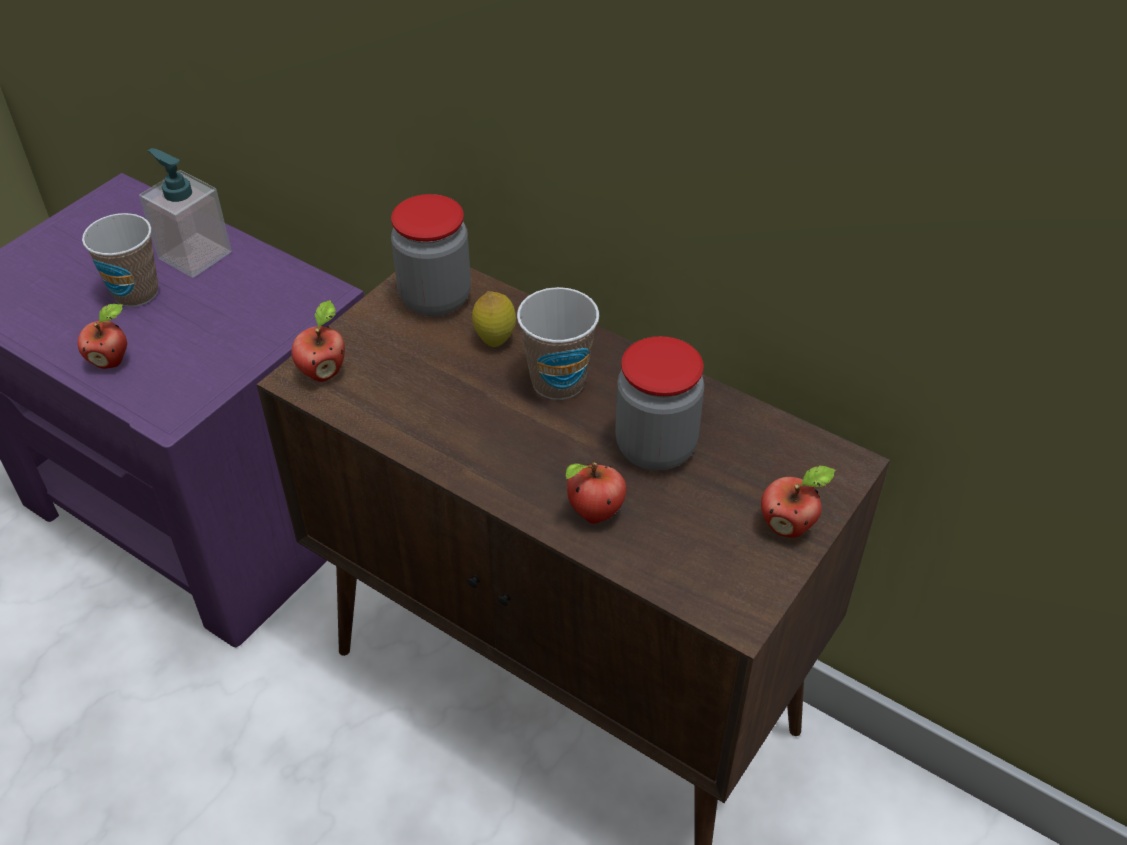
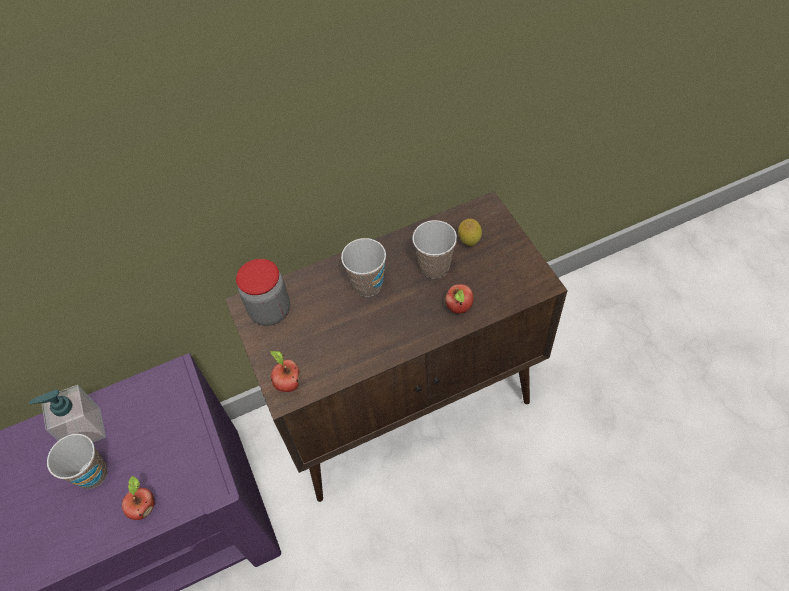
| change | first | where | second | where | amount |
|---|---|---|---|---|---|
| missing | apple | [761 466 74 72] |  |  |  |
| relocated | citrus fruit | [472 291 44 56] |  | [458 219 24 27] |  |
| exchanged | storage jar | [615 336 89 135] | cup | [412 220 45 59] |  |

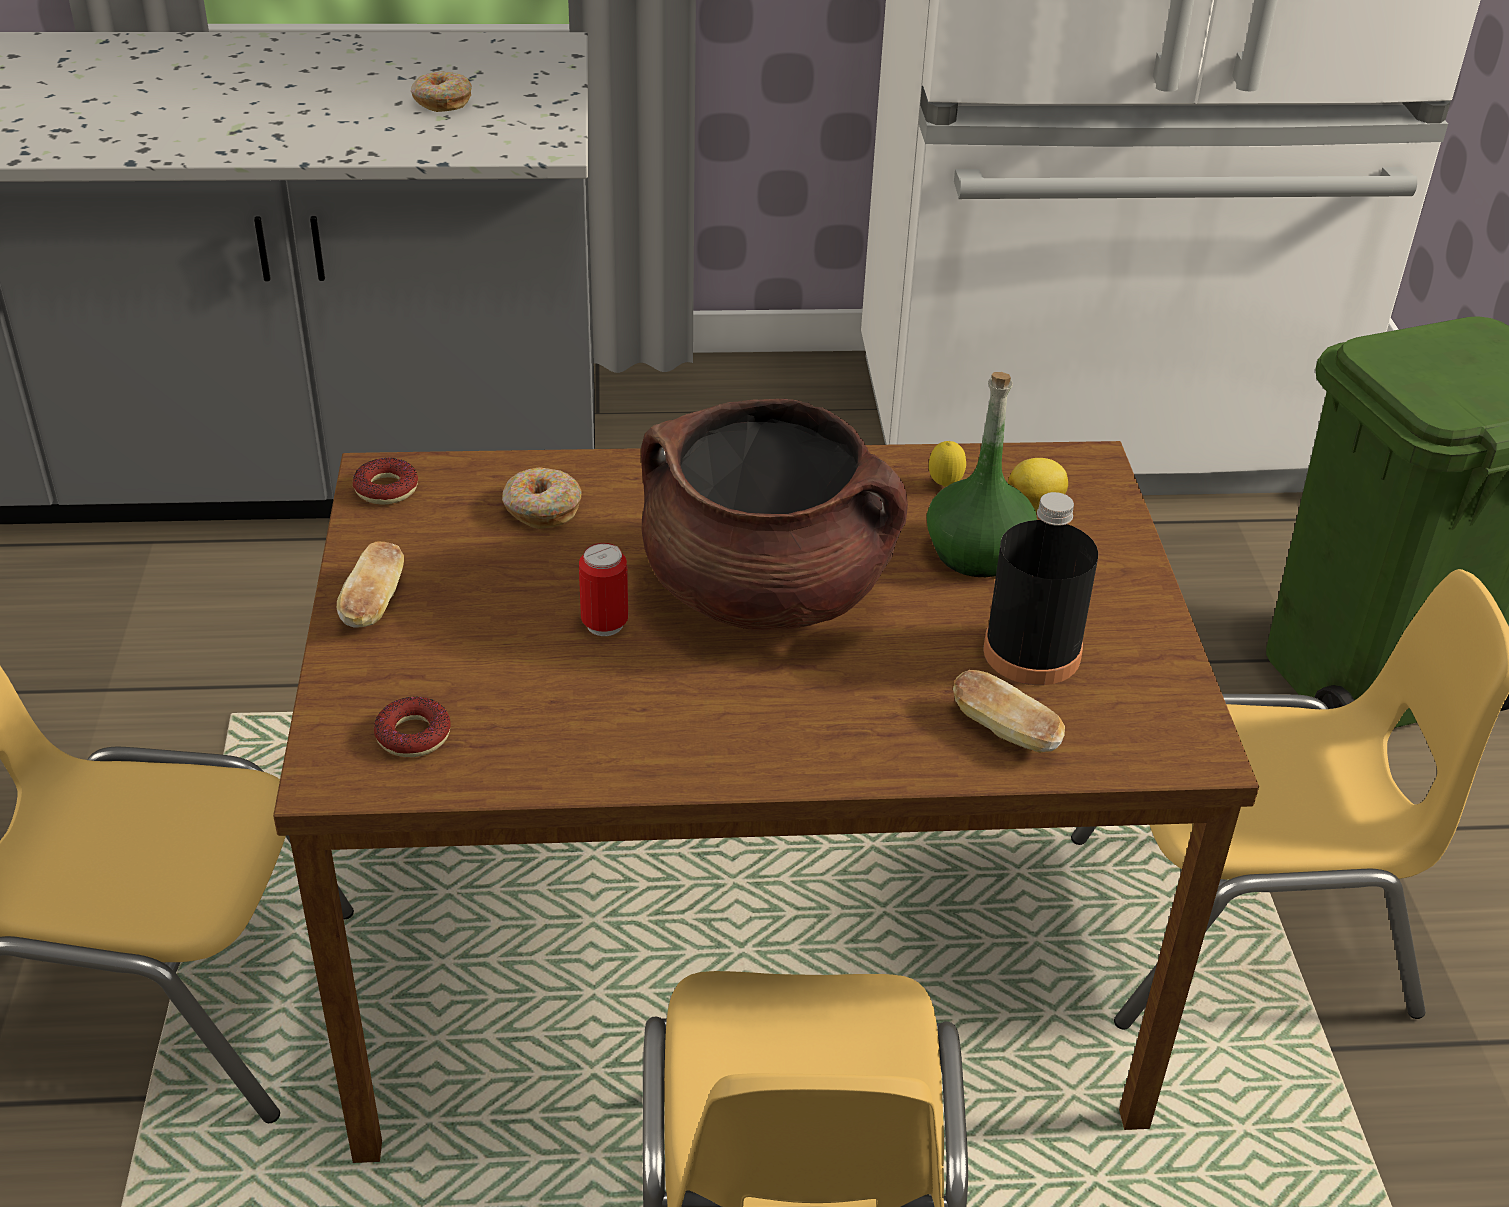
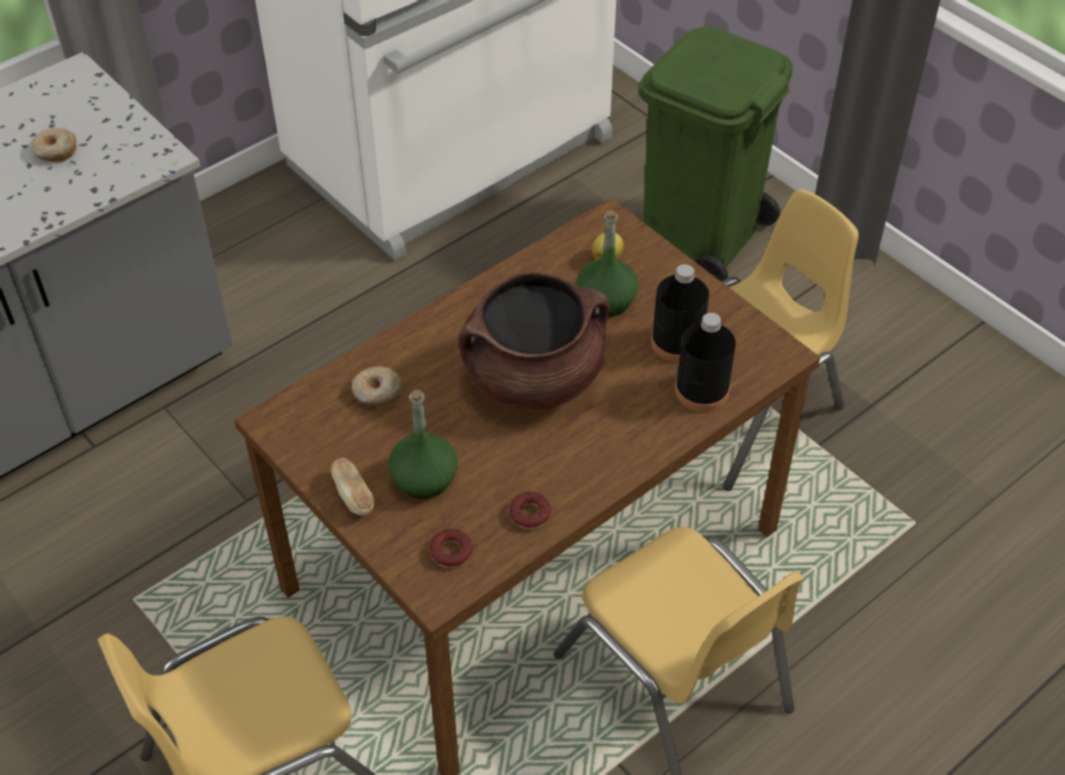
| change | first | where | second | where | amount |
|---|---|---|---|---|---|
| missing | metal can | [579 543 49 93] |  |  |  |
| missing | citrus fruit | [929 441 37 46] |  |  |  |
| appeared |  |  | drink bottle (greenish) | [388 390 70 109] |  |
| relocated | donut | [353 458 65 46] |  | [509 492 42 37] |  |
| exchanged | bakery bread | [953 670 112 83] | drink bottle (black) | [675 313 61 99] |  |

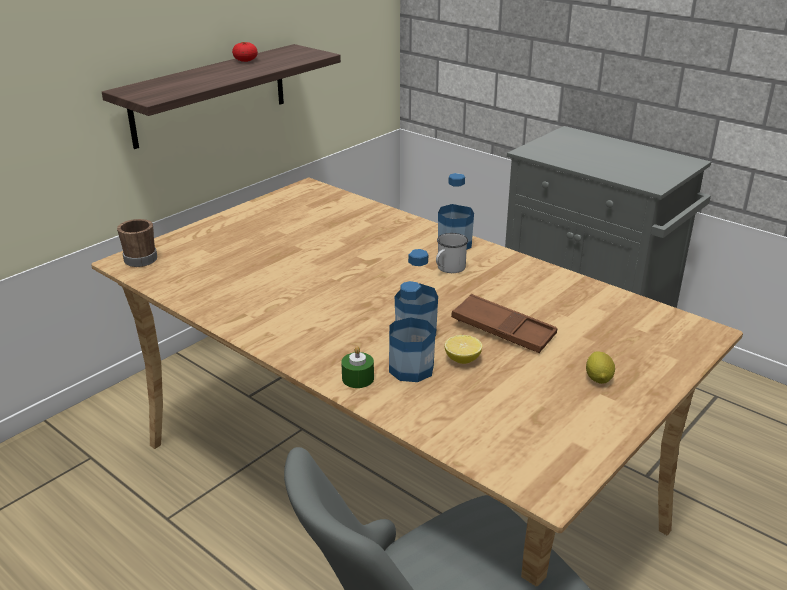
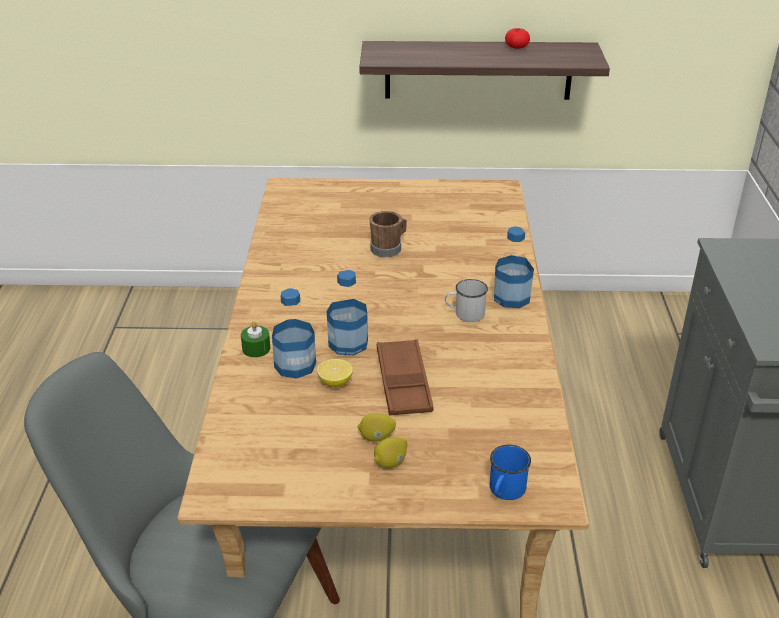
| change | first | where | second | where | amount |
|---|---|---|---|---|---|
| appeared |  |  | citrus fruit | [358 413 38 29] |  |
| appeared |  |  | mug (blue) | [490 445 41 55] |  |
| relocated | mug (brown) | [117 219 40 48] |  | [369 211 38 46] |  |

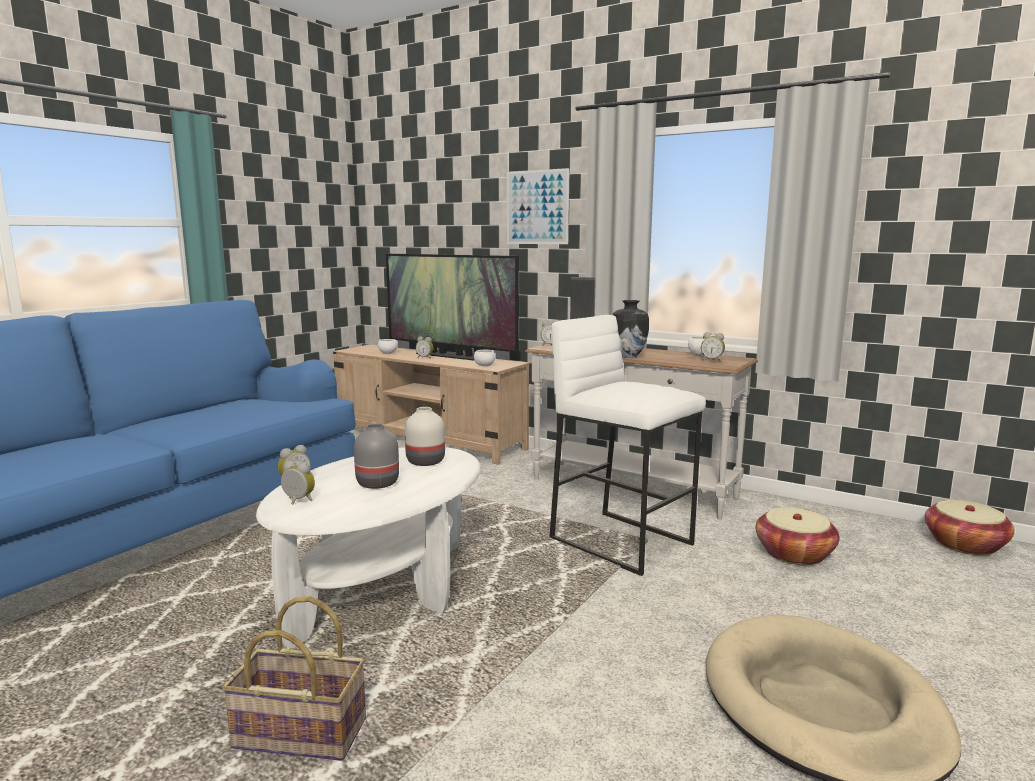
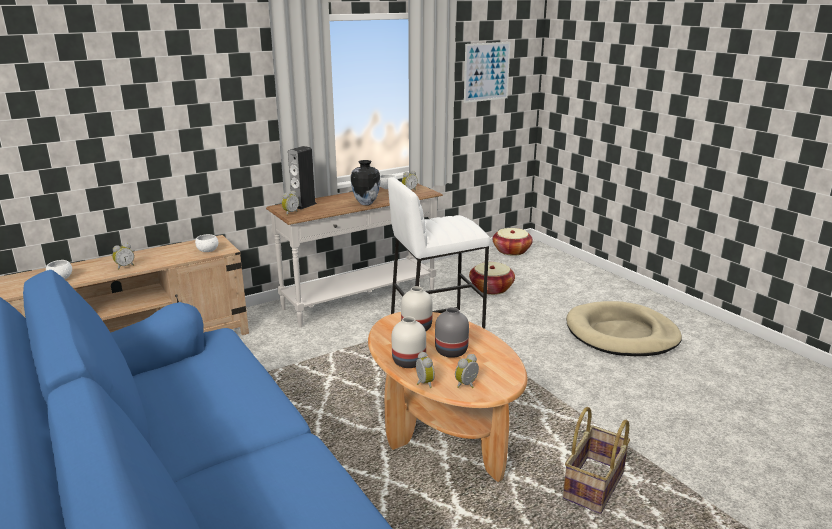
| change | first | where | second | where | amount |
|---|---|---|---|---|---|
| missing | TV | [386 254 133 107] |  |  |  |
| appeared |  |  | decorative vase (whitish) | [392 317 34 51] |  |
| relocated | picture | [507 168 63 76] |  | [464 42 46 61] |  |
| colour | coffee table (whitish) | [256 447 225 202] | coffee table (brown) | [368 312 159 170] |  |

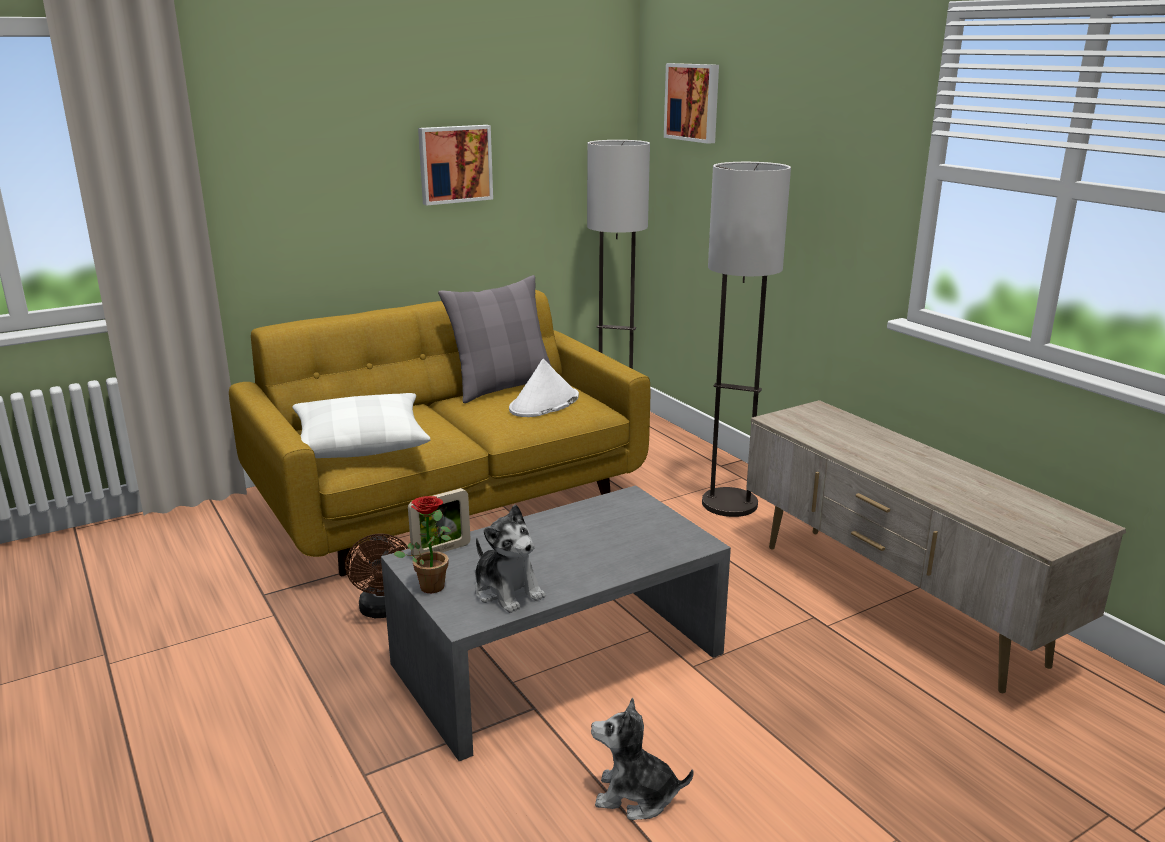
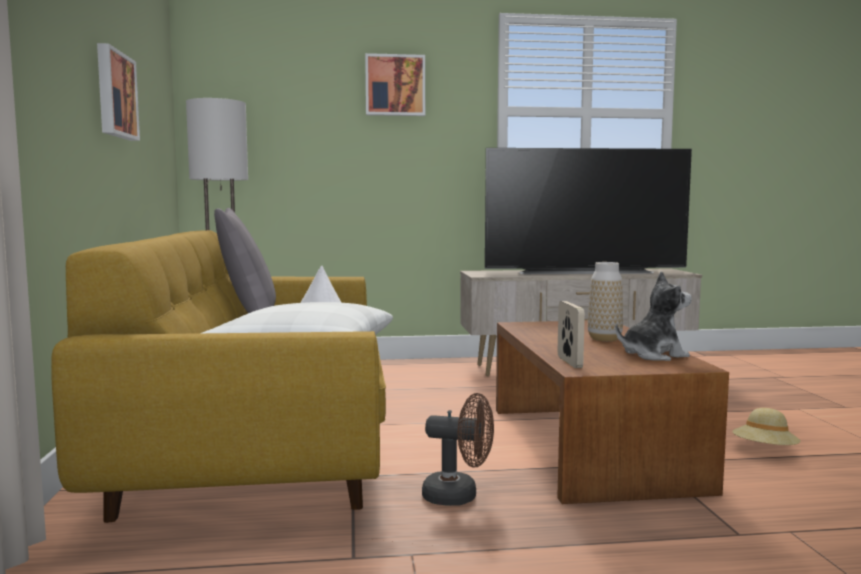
| change | first | where | second | where | amount |
|---|---|---|---|---|---|
| missing | houseplant | [394 496 57 97] |  |  |  |
| missing | floor lamp | [702 162 89 355] |  |  |  |
| appeared |  |  | TV | [485 148 207 126] |  |
| appeared |  |  | decorative vase | [588 262 35 79] |  |
| relocated | picture | [664 63 55 81] |  | [365 53 60 63] |  |
| exchanged | soft toy | [591 698 102 122] | hat (beige-coloured) | [733 408 68 37] |  |
| colour | coffee table (greyish) | [381 485 350 276] | coffee table (brown) | [496 321 233 183] |  |

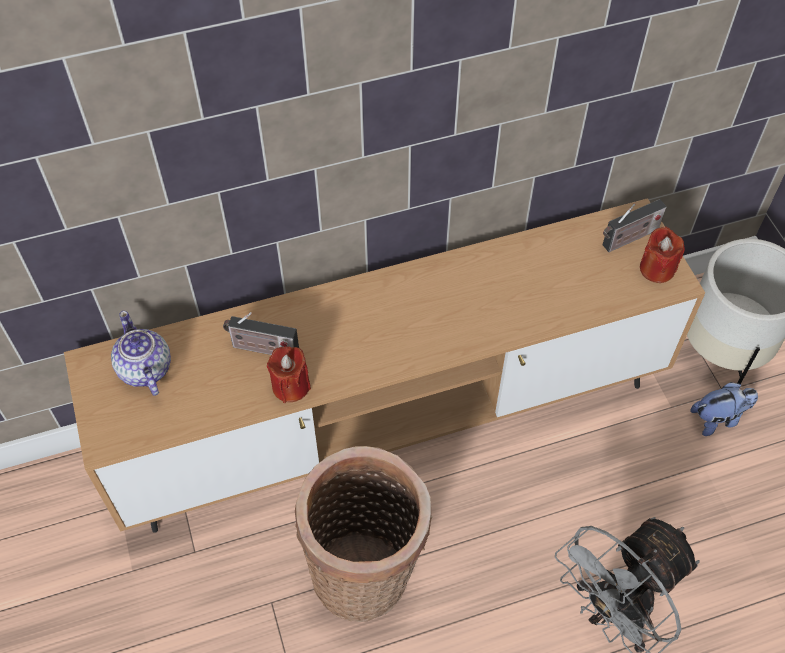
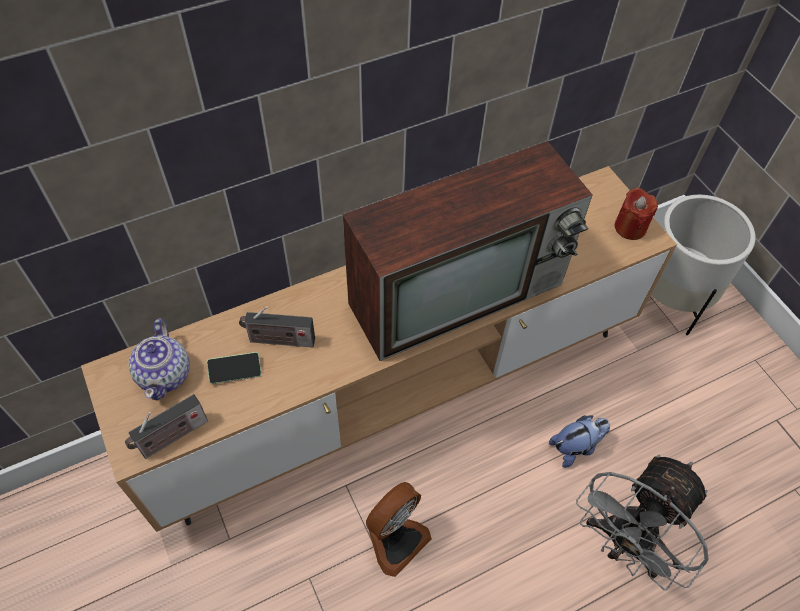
| change | first | where | second | where | amount |
|---|---|---|---|---|---|
| missing | wax light (red) | [267 346 44 57] |  |  |  |
| appeared |  |  | telephone | [206 352 56 32] |  |
| appeared |  |  | TV | [343 141 249 220] |  |
| relocated | radio set | [603 199 64 53] |  | [125 394 83 65] |  |
| relocated | soft toy | [690 382 68 54] |  | [549 416 61 52] |  |
| exchanged | storage basket | [295 446 137 176] | electric fan | [366 482 66 95] |  |
| spun | tea pot | [111 311 60 85] |  | [129 319 61 81] | 150 degrees counterclockwise |

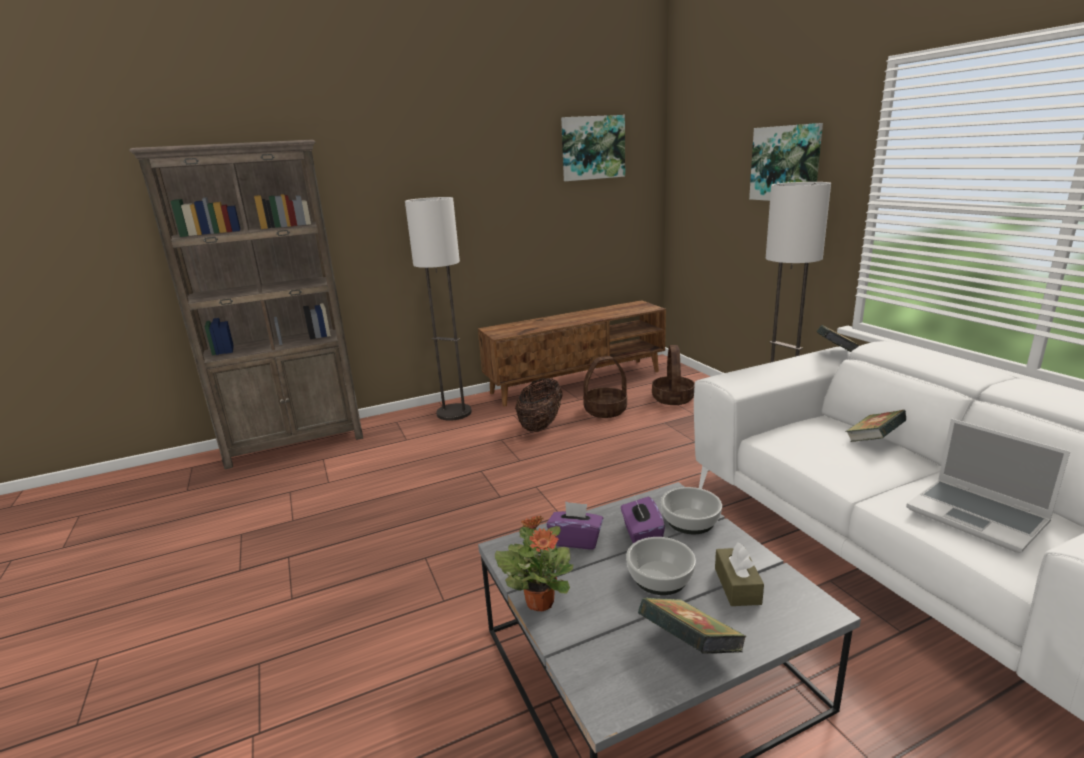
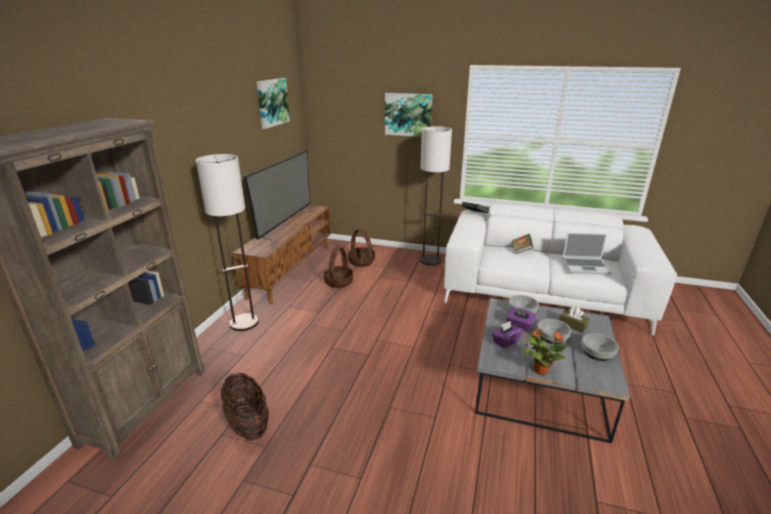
| change | first | where | second | where | amount |
|---|---|---|---|---|---|
| appeared |  |  | TV | [243 151 71 90] |  |
| relocated | storage basket | [515 378 48 54] |  | [221 373 48 68] |  |
| exchanged | book | [638 597 108 57] | deep dish | [582 333 37 28] |  |

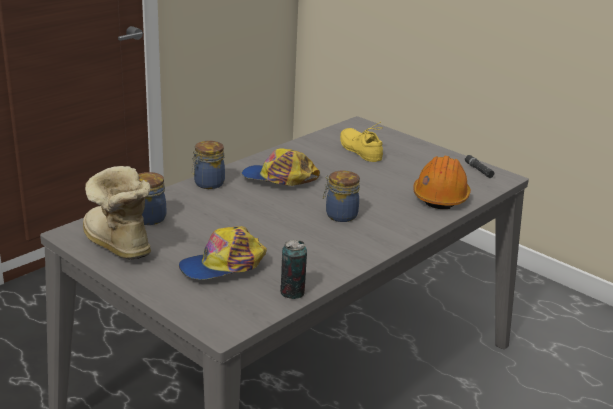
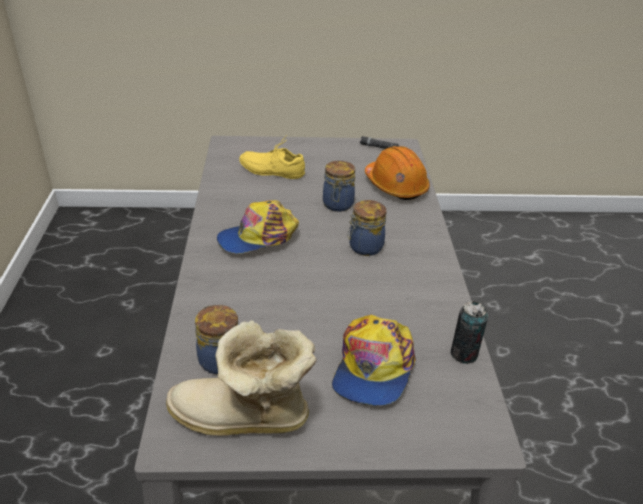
| change | first | where | second | where | amount |
|---|---|---|---|---|---|
| relocated | storage jar | [192 141 33 48] |  | [323 161 32 51] |  |

